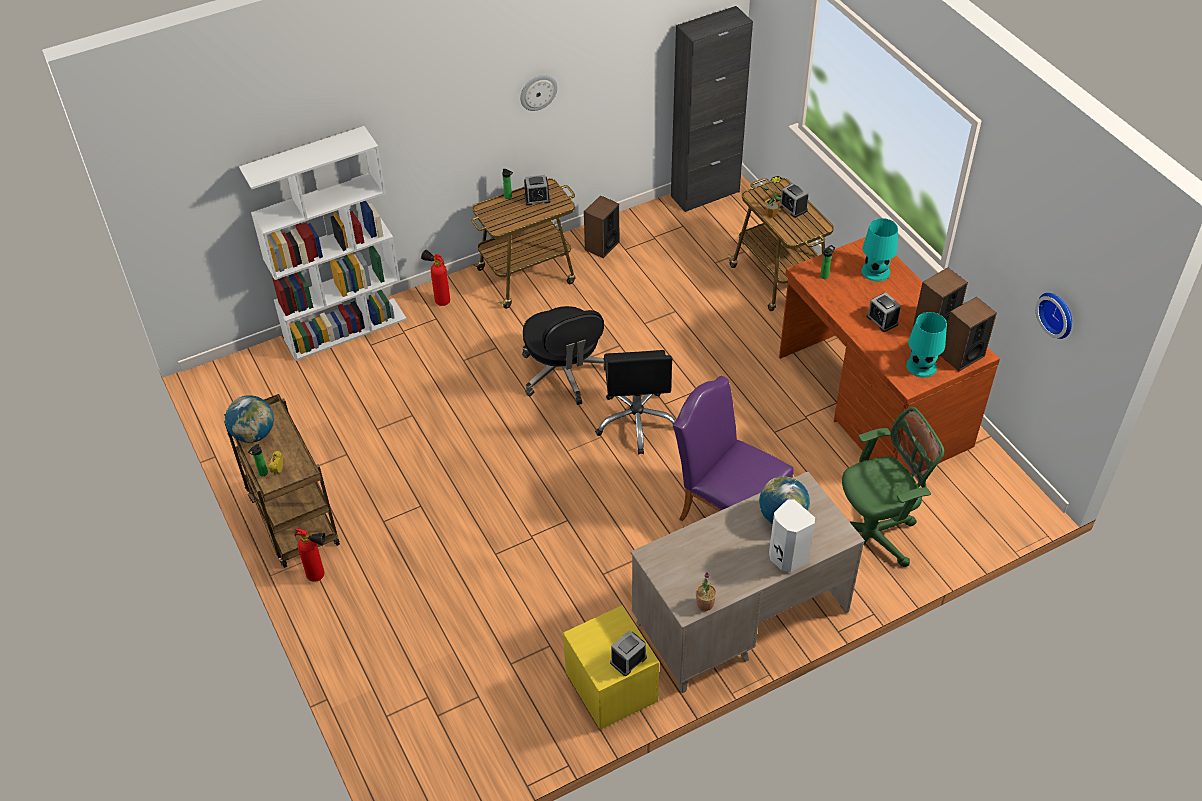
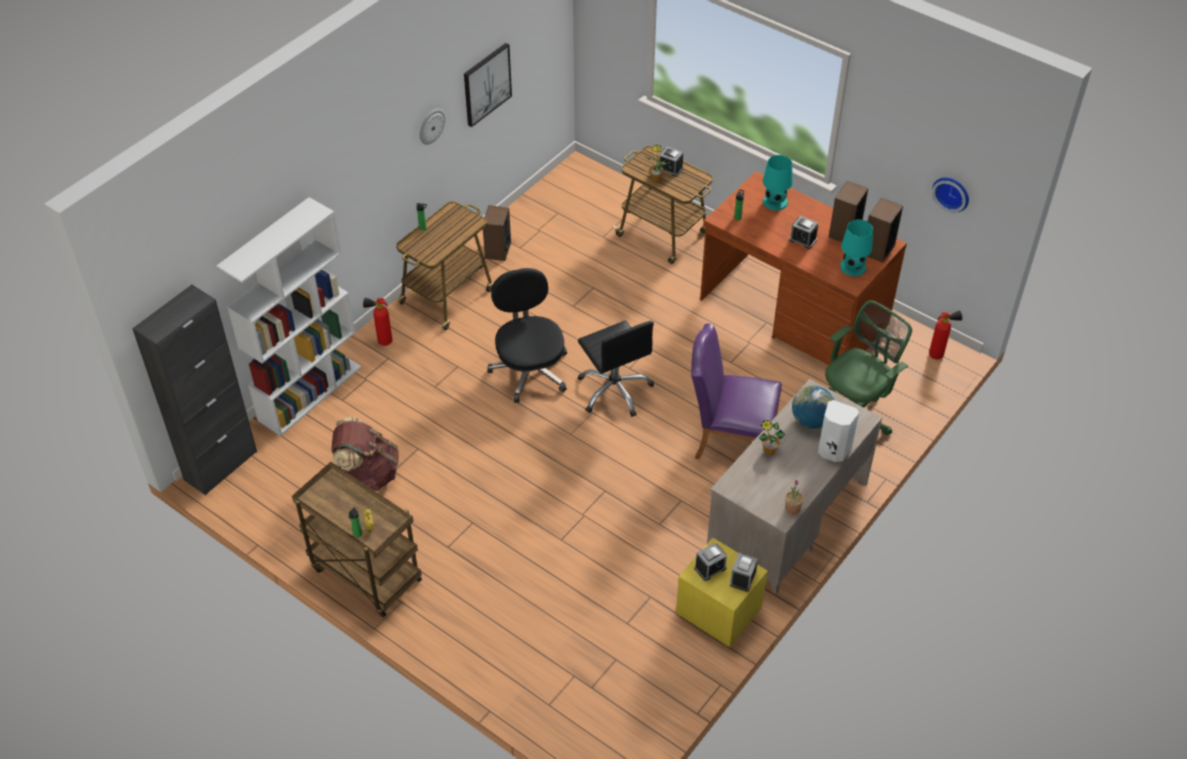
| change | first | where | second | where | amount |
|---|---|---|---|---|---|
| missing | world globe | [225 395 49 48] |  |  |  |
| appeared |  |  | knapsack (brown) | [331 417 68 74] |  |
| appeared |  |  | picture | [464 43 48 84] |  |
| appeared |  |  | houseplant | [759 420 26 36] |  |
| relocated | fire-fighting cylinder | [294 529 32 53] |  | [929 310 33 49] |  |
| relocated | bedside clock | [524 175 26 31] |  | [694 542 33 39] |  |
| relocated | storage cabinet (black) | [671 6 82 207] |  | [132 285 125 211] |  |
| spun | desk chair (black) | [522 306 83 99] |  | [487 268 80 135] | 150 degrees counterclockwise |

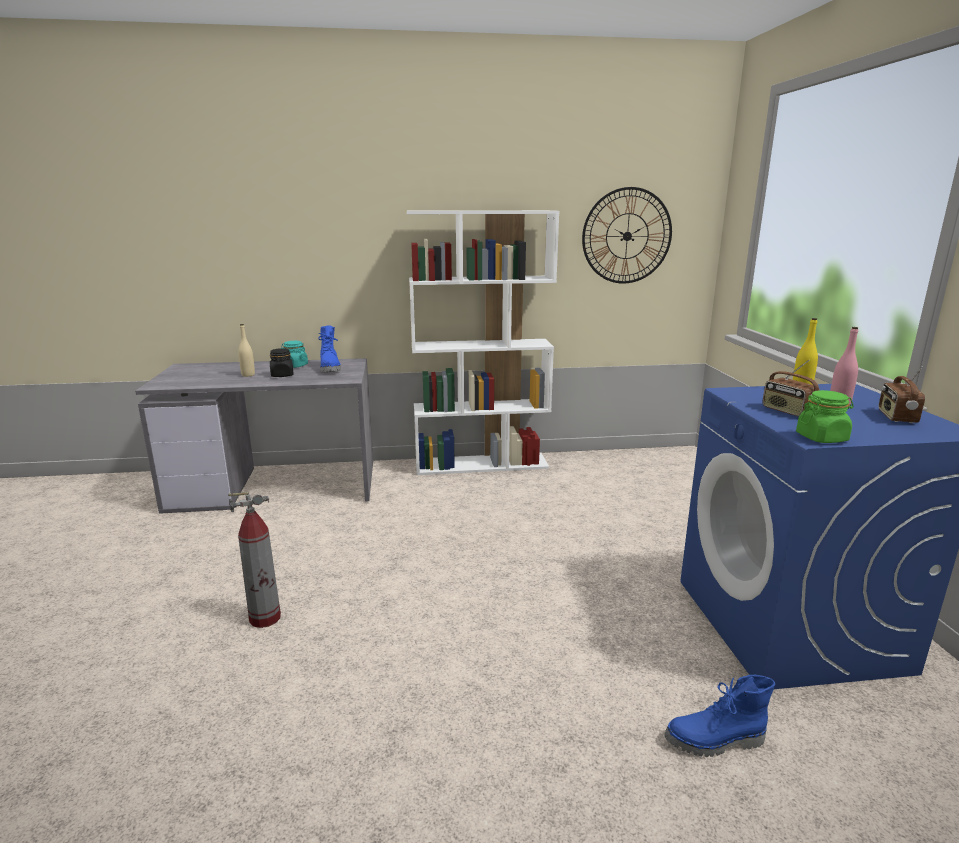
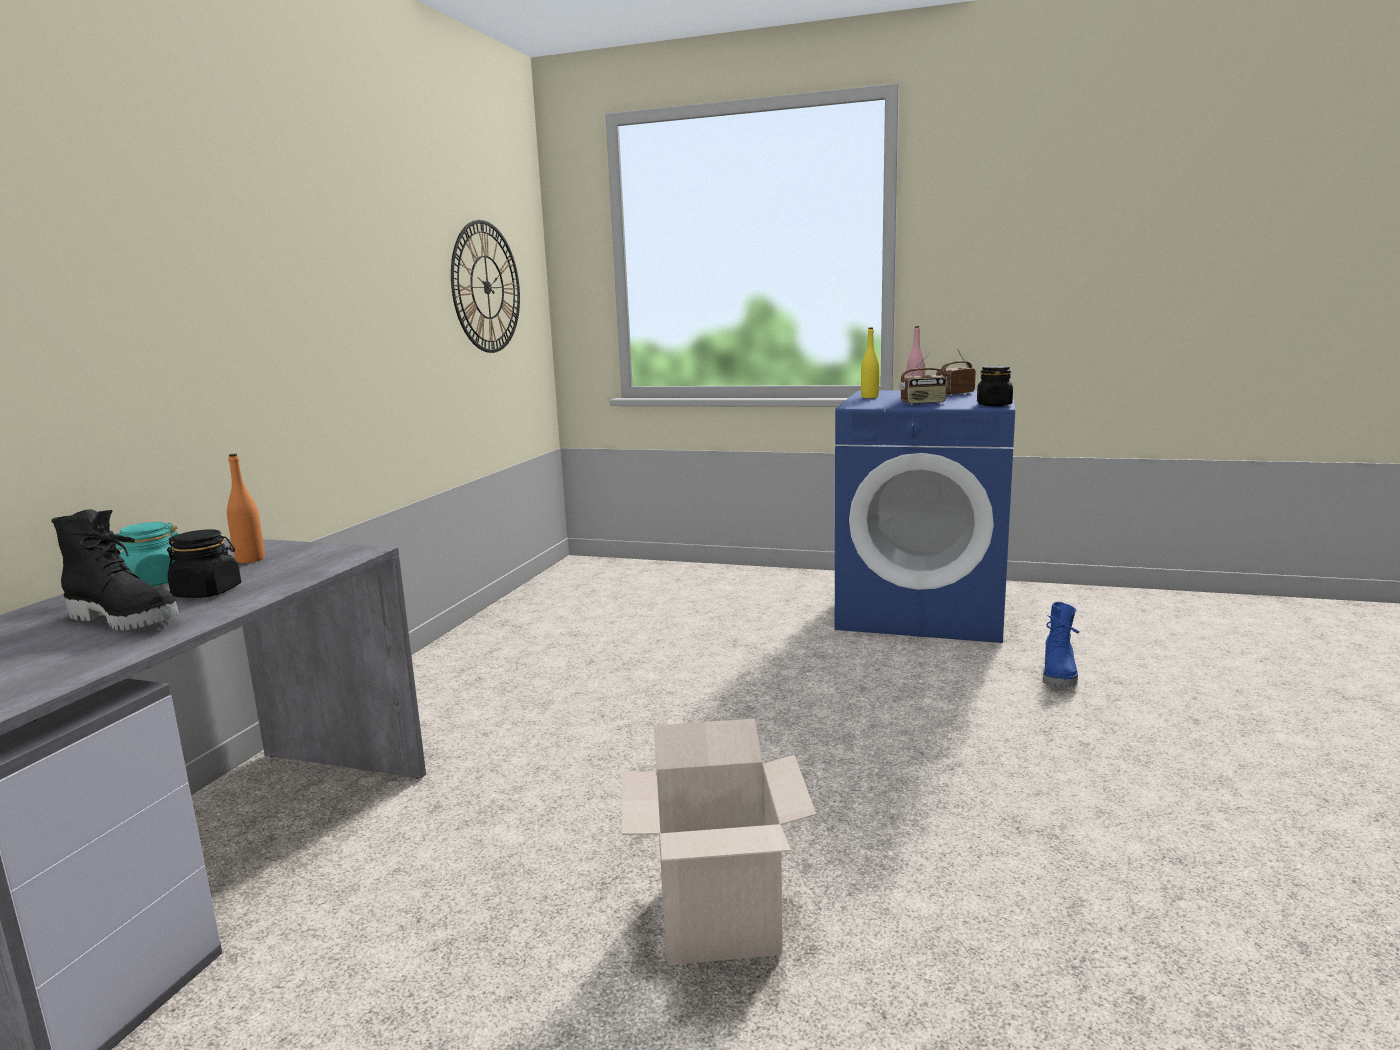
| change | first | where | second | where | amount |
|---|---|---|---|---|---|
| missing | bookcase (whitish) | [407 210 153 265] |  |  |  |
| exchanged | fire-fighting cylinder | [228 492 53 136] | carton | [622 719 194 246] |  |
| exchanged | drink bottle (beige-coloured) | [238 324 17 53] | tall boot (black) | [51 509 129 122] |  |
| exchanged | tall boot (blue) | [318 325 23 47] | drink bottle (orange-coloured) | [227 454 37 109] |  |
| colour | storage jar (greenish) | [796 390 58 53] | storage jar (black) | [977 366 36 40] |  |
| spun | radio set | [878 366 47 57] |  | [936 348 40 48] | 105 degrees clockwise |

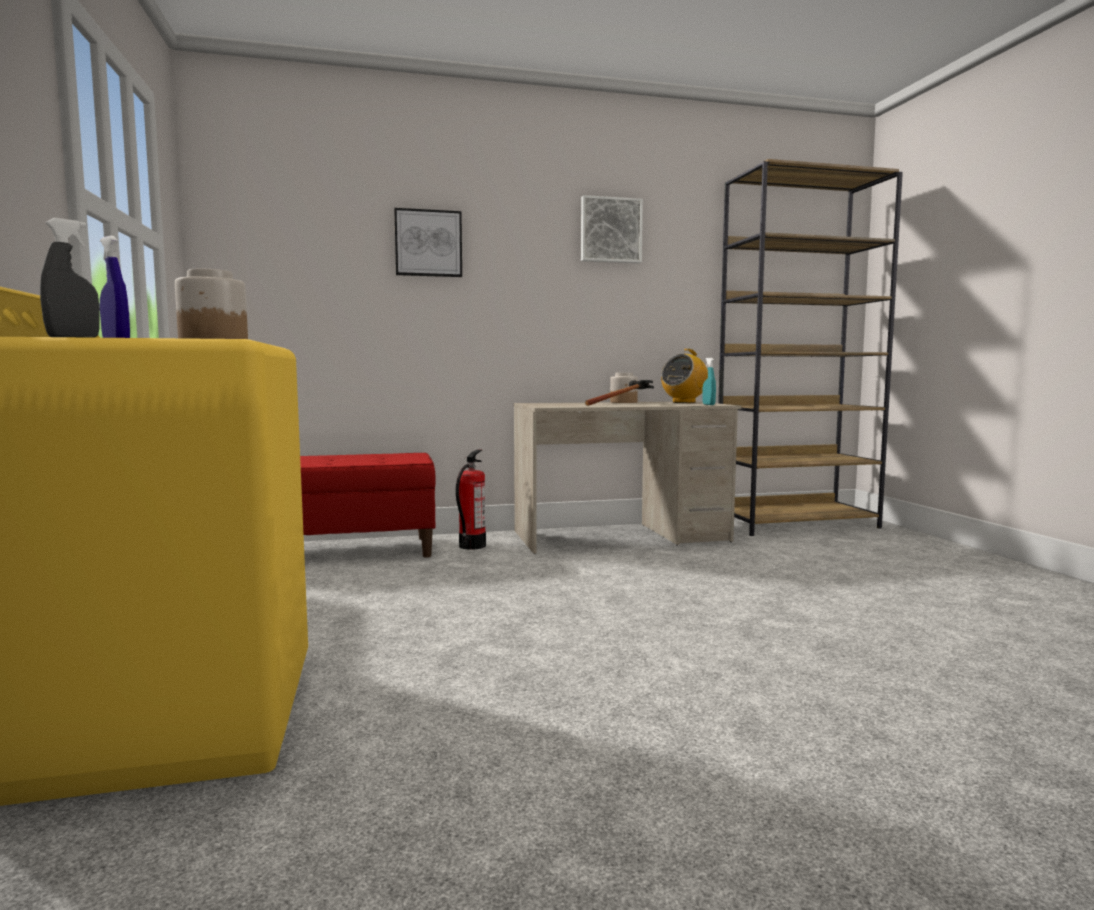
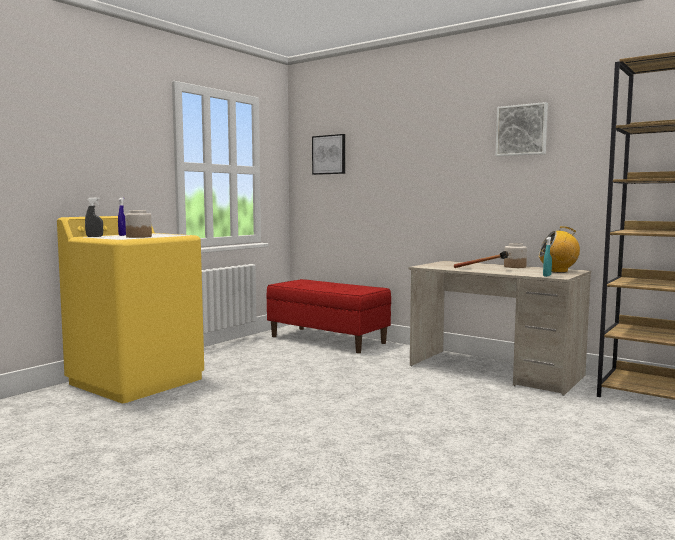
| change | first | where | second | where | amount |
|---|---|---|---|---|---|
| missing | fire-fighting cylinder | [456 449 30 101] |  |  |  |
| relocated | picture | [394 208 68 69] |  | [312 134 33 41] |  |

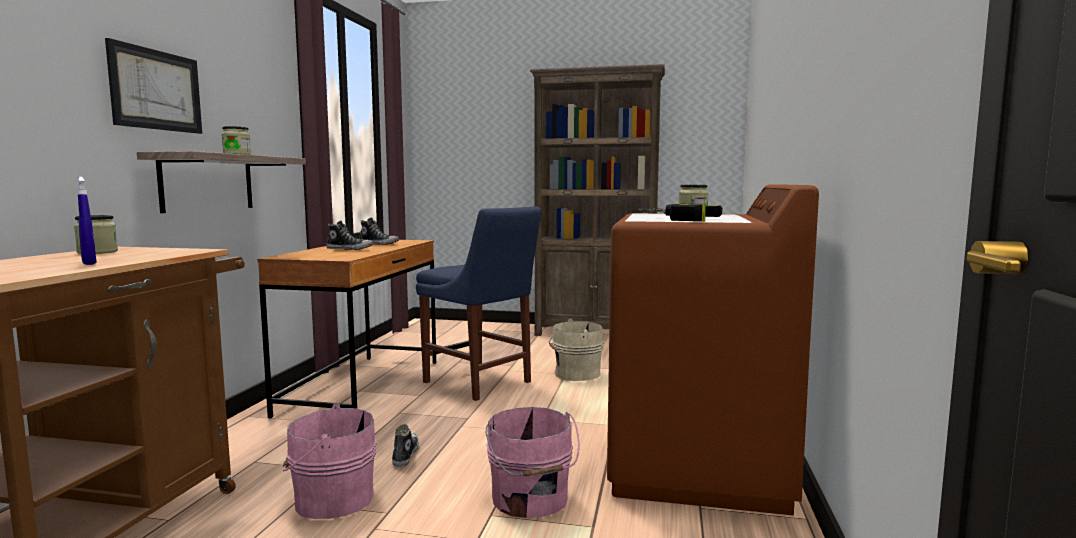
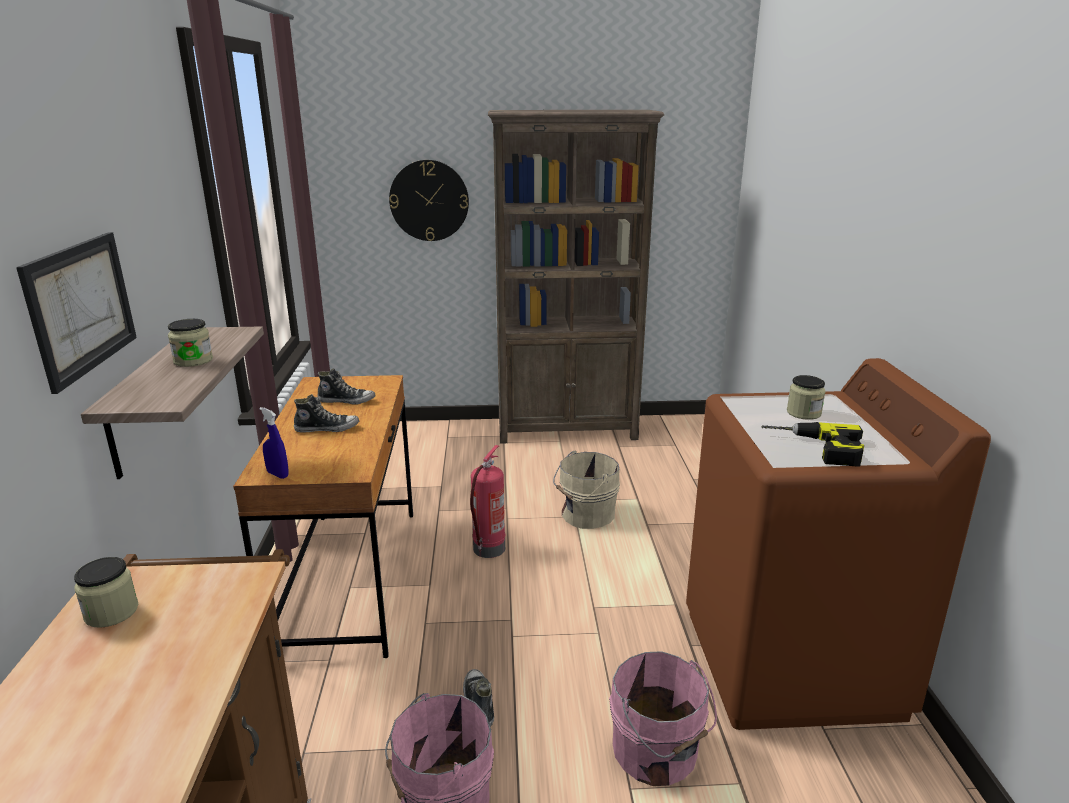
| change | first | where | second | where | amount |
|---|---|---|---|---|---|
| appeared |  |  | hanging clock | [389 160 80 81] |  |
| relocated | spray bottle (blue) | [77 176 20 89] |  | [259 407 30 72] |  |
| exchanged | chair (blue) | [416 207 125 194] | fire-fighting cylinder | [470 445 35 113] |  |

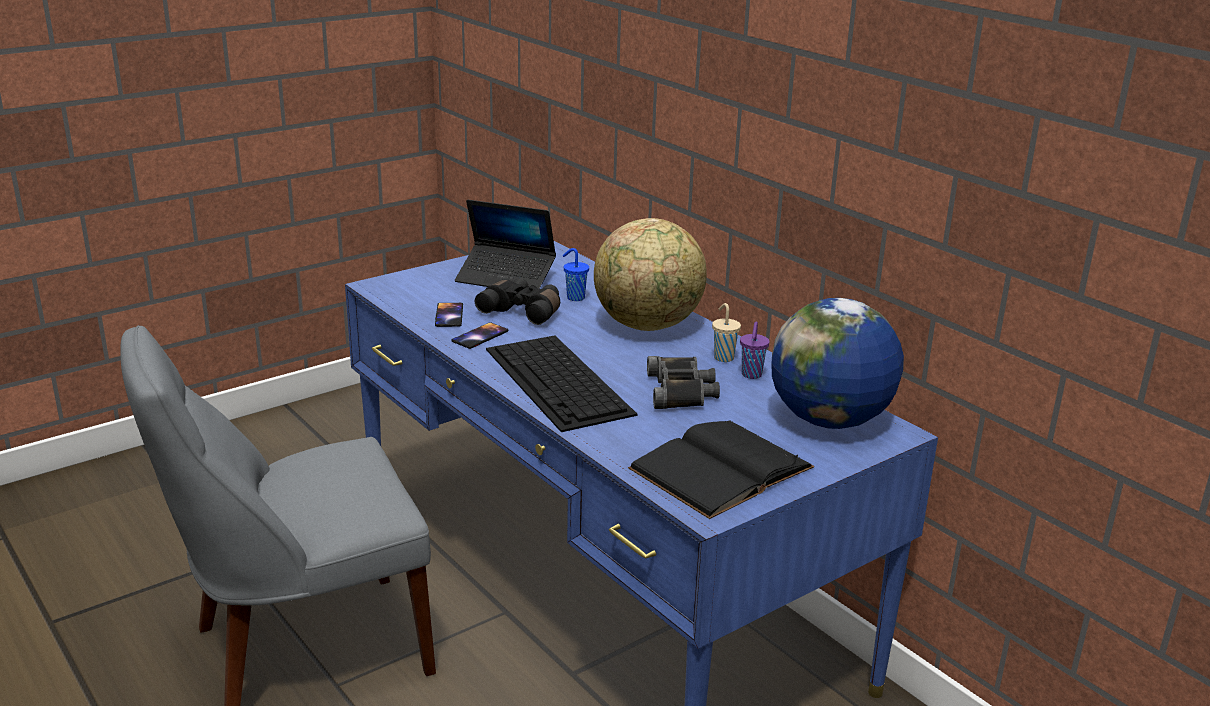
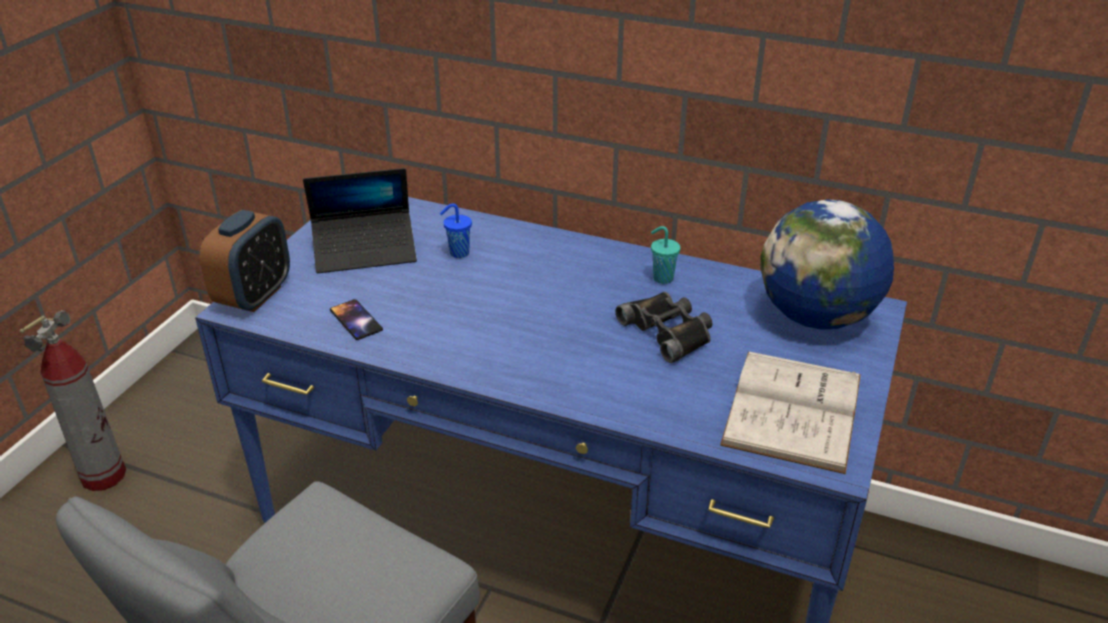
| change | first | where | second | where | amount |
|---|---|---|---|---|---|
| missing | telephone | [451 322 57 27] |  |  |  |
| missing | binoculars (black) | [475 278 85 47] |  |  |  |
| missing | keyboard | [486 335 151 97] |  |  |  |
| missing | world globe | [594 218 113 113] |  |  |  |
| missing | cup (purple-coloured) | [740 321 30 58] |  |  |  |
| appeared |  |  | fire-fighting cylinder | [20 310 106 181] |  |
| appeared |  |  | bedside clock | [200 210 90 102] |  |
| colour | book (black) | [628 420 186 99] | book (whitish) | [720 352 141 122] |  |
| colour | cup (beige-coloured) | [712 303 29 59] | cup (blue-green) | [651 226 30 58] |  |

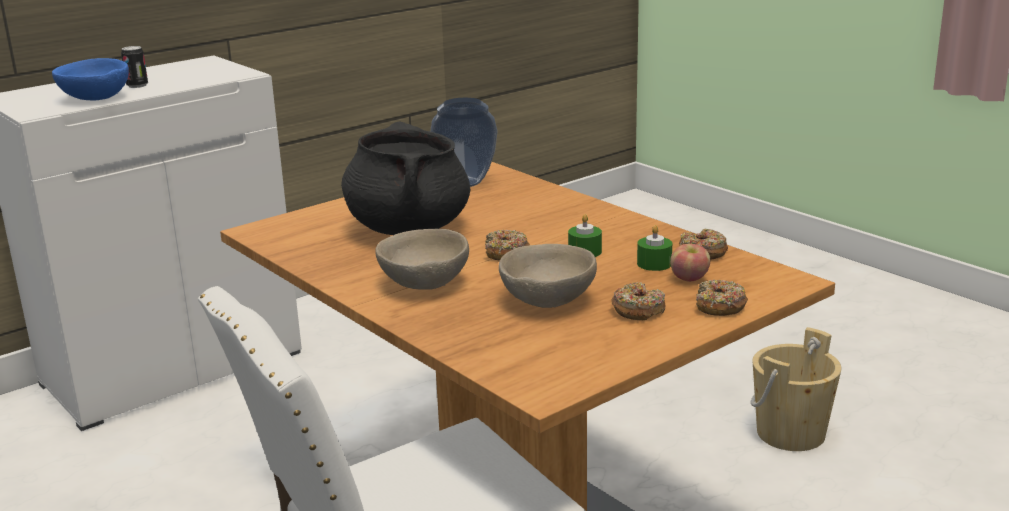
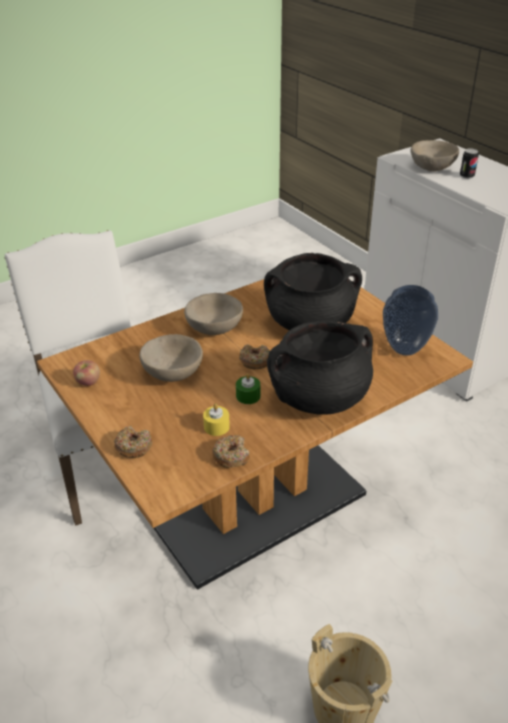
| change | first | where | second | where | amount |
|---|---|---|---|---|---|
| missing | donut | [611 282 54 38] |  |  |  |
| appeared |  |  | cooking pot (black) | [267 320 106 95] |  |
| relocated | apple | [670 244 40 38] |  | [73 360 27 26] |  |
| colour | deep dish (blue) | [52 58 77 42] | deep dish (beige-coloured) | [411 140 48 31] |  |
| colour | wax light (greenish) | [637 225 35 46] | wax light (yellow) | [203 403 27 33] |  |

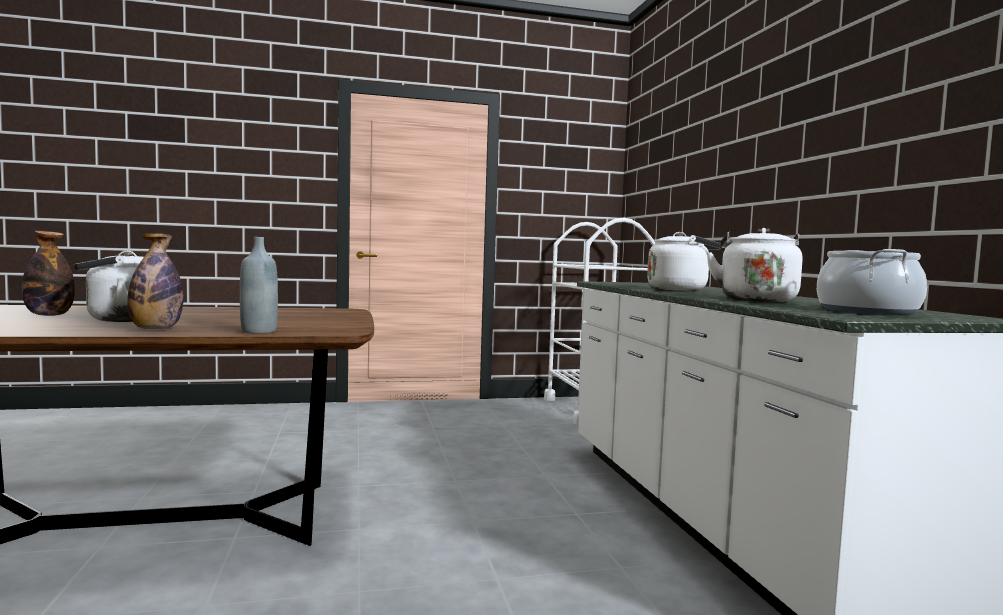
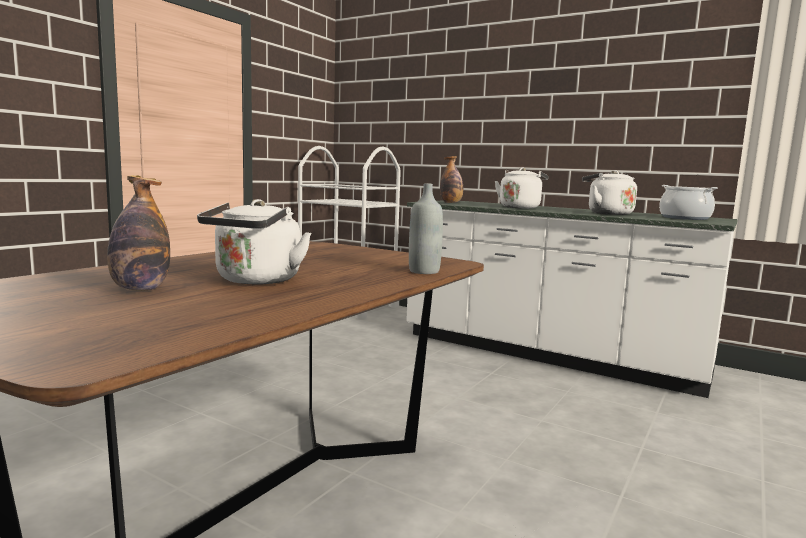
| change | first | where | second | where | amount |
|---|---|---|---|---|---|
| relocated | drink bottle | [127 234 57 95] |  | [440 156 23 47] |  |

